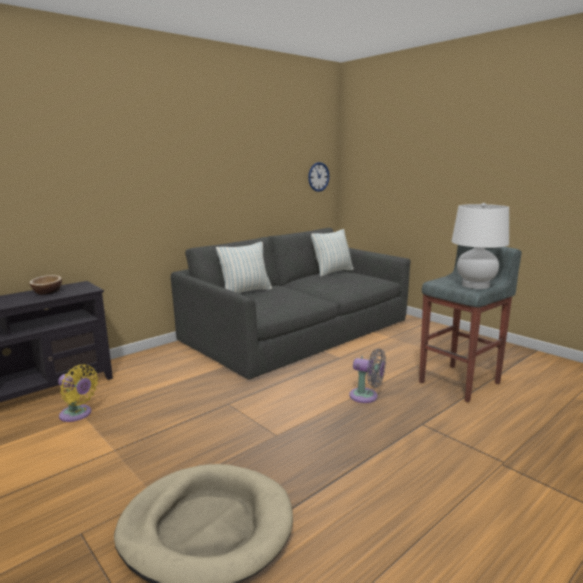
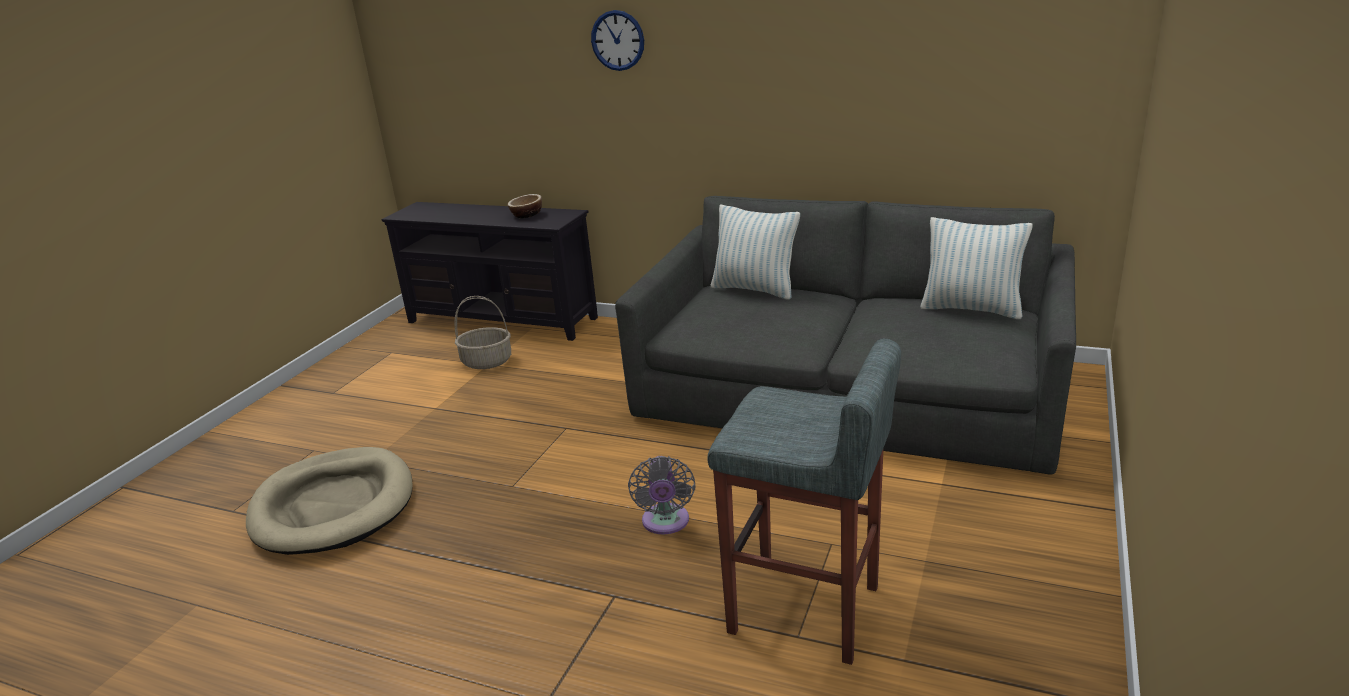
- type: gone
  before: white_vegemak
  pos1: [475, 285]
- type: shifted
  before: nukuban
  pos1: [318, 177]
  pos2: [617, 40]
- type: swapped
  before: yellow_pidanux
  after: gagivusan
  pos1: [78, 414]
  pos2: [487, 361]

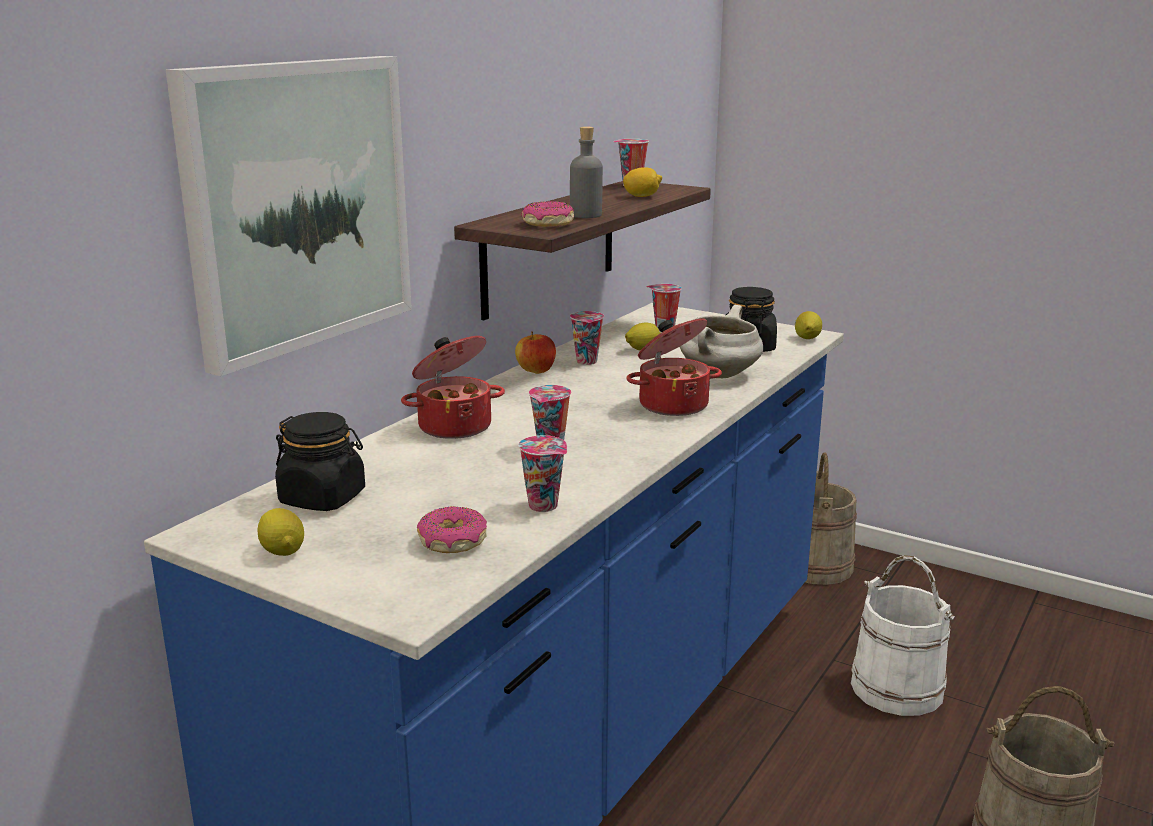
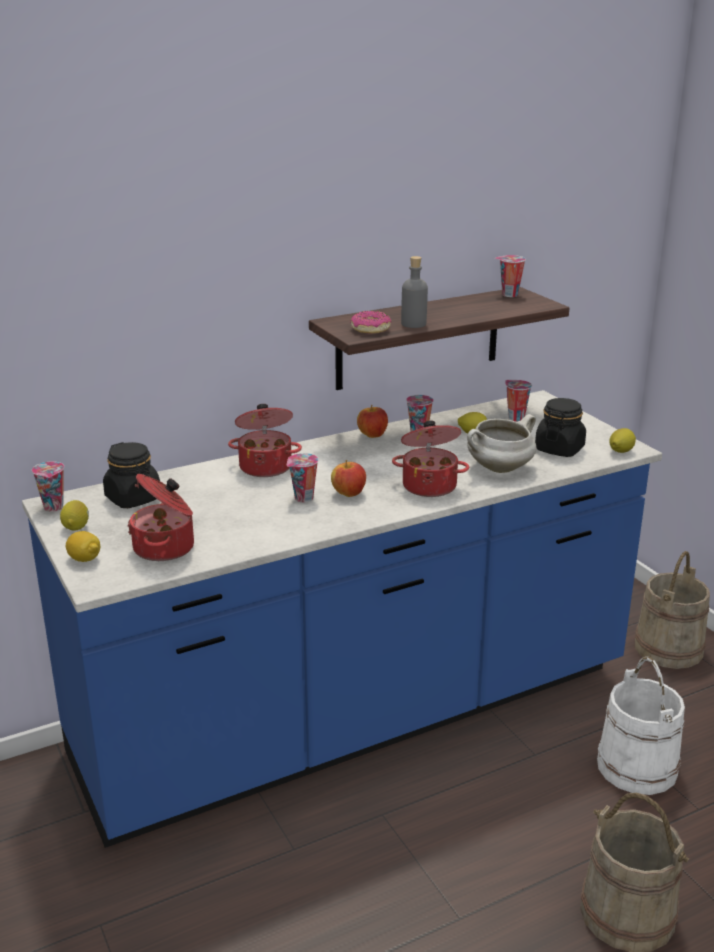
- type: gone
  before: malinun
  pos1: [298, 205]
- type: new
  after: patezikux
  pos2: [348, 493]
- type: shifted
  before: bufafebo
  pos1: [545, 506]
  pos2: [54, 508]
- type: shifted
  before: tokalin
  pos1: [642, 196]
  pos2: [84, 559]
- type: swapped
  before: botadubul
  after: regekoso
  pos1: [452, 542]
  pos2: [166, 548]

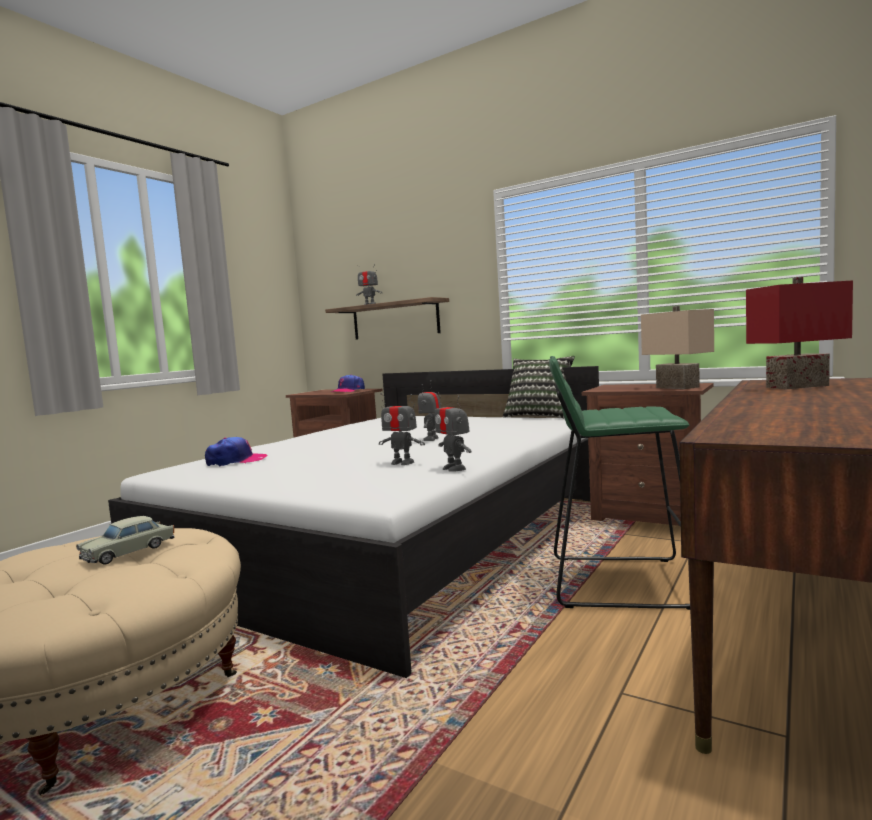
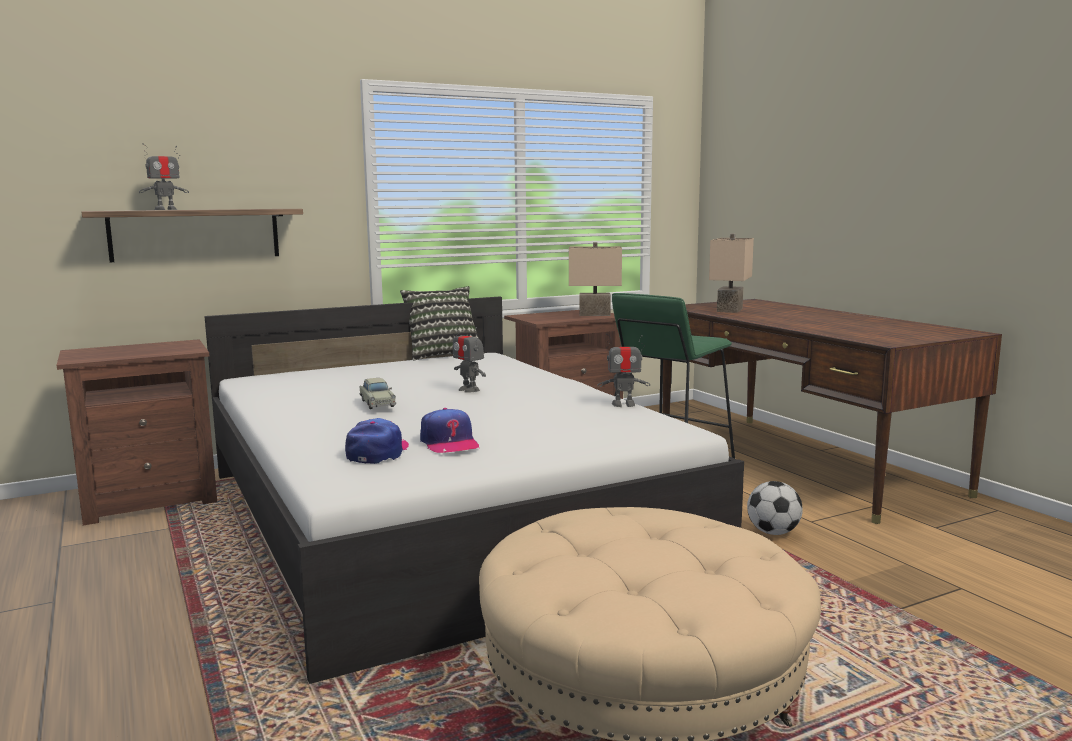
- type: gone
  before: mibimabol
  pos1: [402, 463]
- type: new
  after: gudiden
  pos2: [773, 533]
- type: shifted
  before: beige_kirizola
  pos1: [129, 552]
  pos2: [377, 403]
- type: shifted
  before: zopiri
  pos1: [348, 391]
  pos2: [449, 443]
- type: repainted
  before: red_vegemak
  after: beige_vegemak
  pos1: [798, 386]
  pos2: [731, 310]

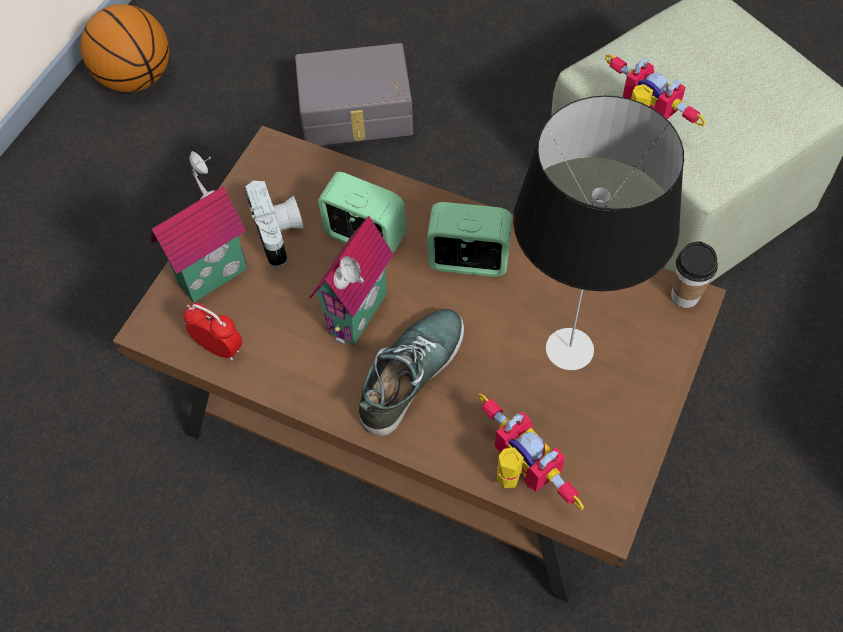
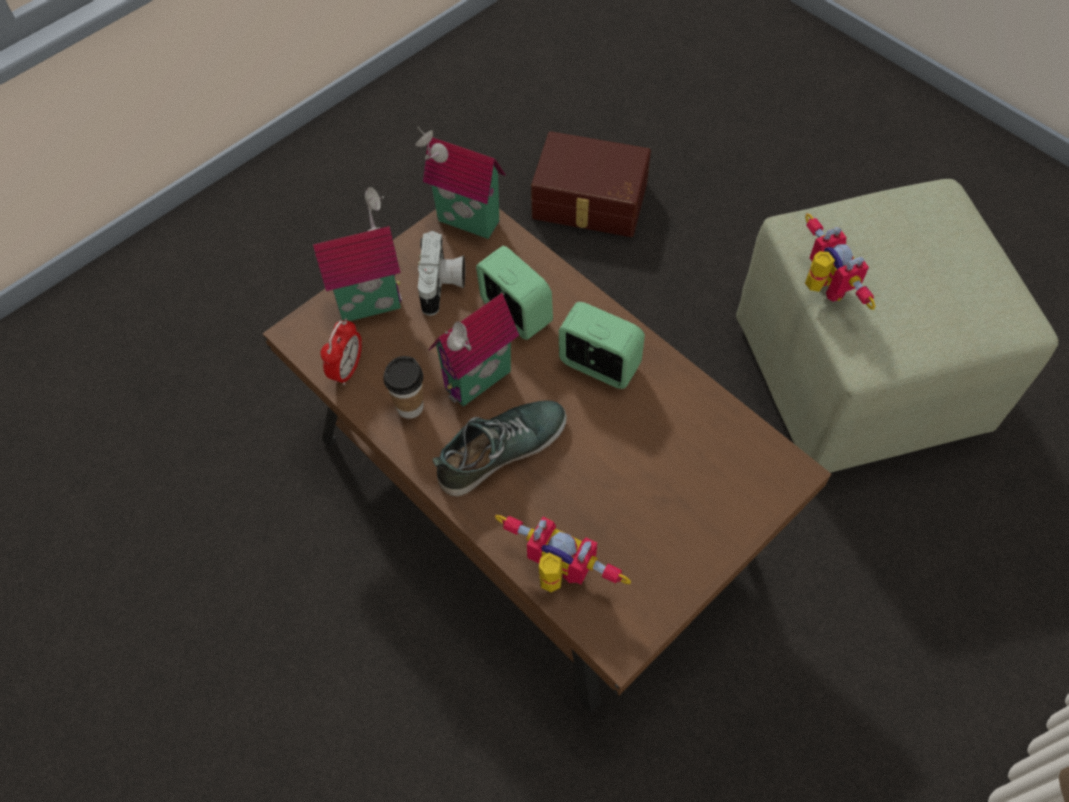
- type: gone
  before: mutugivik
  pos1: [136, 78]
- type: gone
  before: vegemak
  pos1: [567, 349]
- type: new
  after: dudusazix
  pos2: [466, 224]
- type: shifted
  before: bufafebo
  pos1: [684, 296]
  pos2: [410, 407]
- type: repainted
  before: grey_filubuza
  after: brown_filubuza
  pos1: [356, 114]
  pos2: [589, 202]
- type: rotated
  before: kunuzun
  pos1: [219, 348]
  pos2: [347, 369]
  turn: 60
- type: rotated
  before: mibimabol
  pos1: [519, 475]
  pos2: [557, 575]
  turn: -45

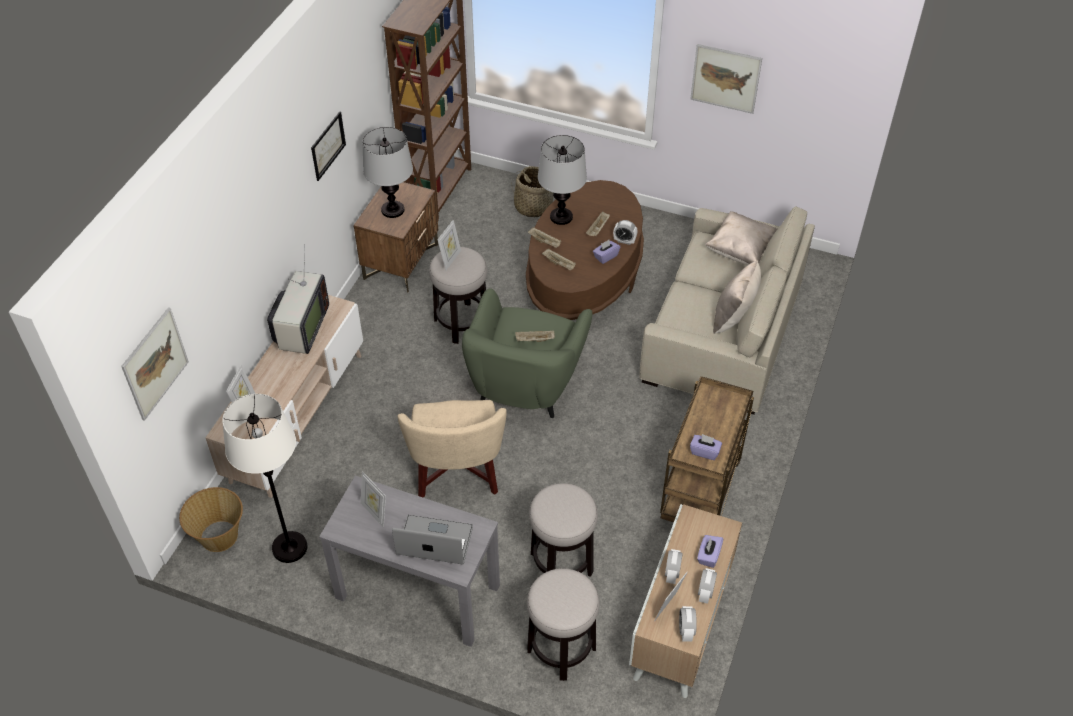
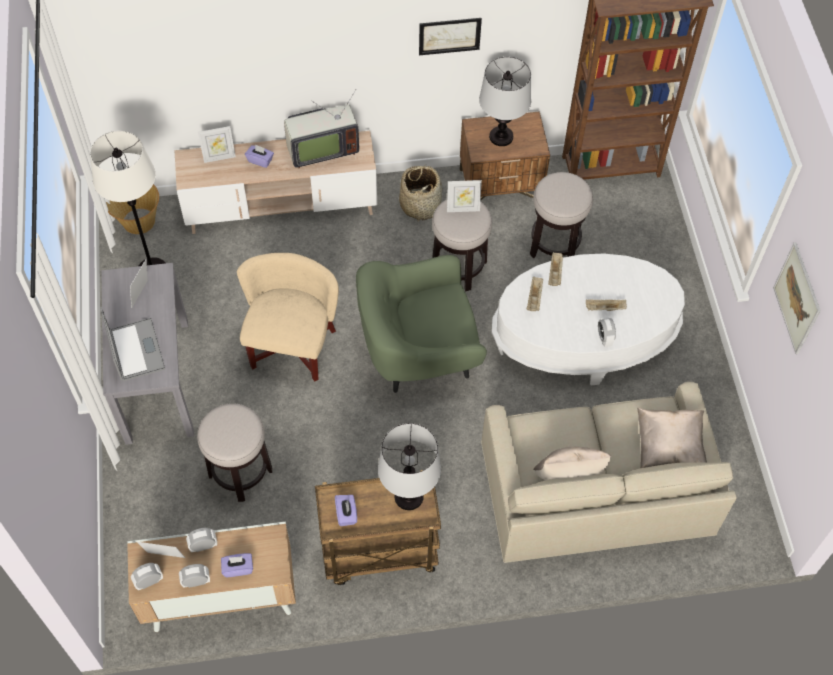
- type: gone
  before: malinun
  pos1: [155, 363]
- type: gone
  before: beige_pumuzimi
  pos1: [534, 340]
- type: shifted
  before: gagivusan
  pos1: [533, 206]
  pos2: [420, 205]
- type: shifted
  before: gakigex
  pos1: [561, 649]
  pos2: [554, 244]
- type: shifted
  before: vegemak
  pos1: [561, 217]
  pos2: [408, 496]
- type: shifted
  before: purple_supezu
  pos1: [605, 256]
  pos2: [260, 160]
- type: repainted
  before: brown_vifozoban
  after: white_vifozoban
  pos1: [584, 278]
  pos2: [583, 338]
- type: rotated
  before: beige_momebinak
  pos1: [457, 470]
  pos2: [292, 347]
  turn: 135

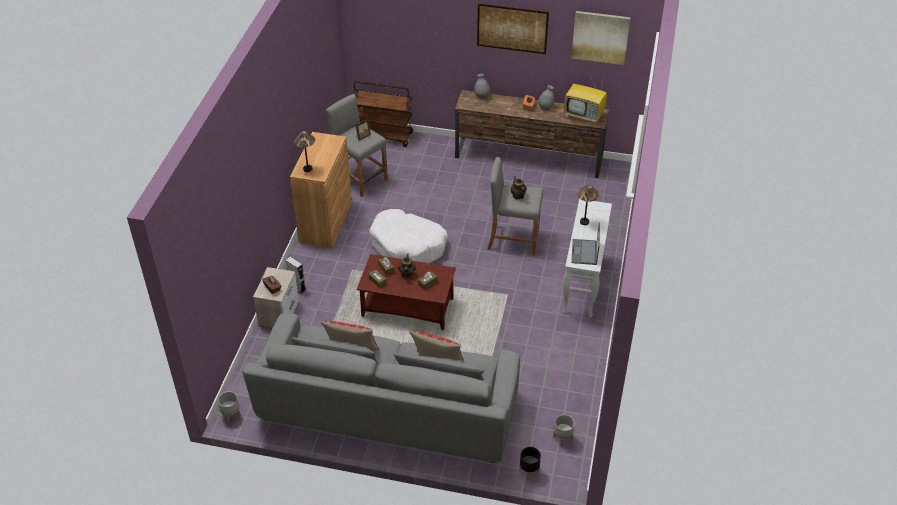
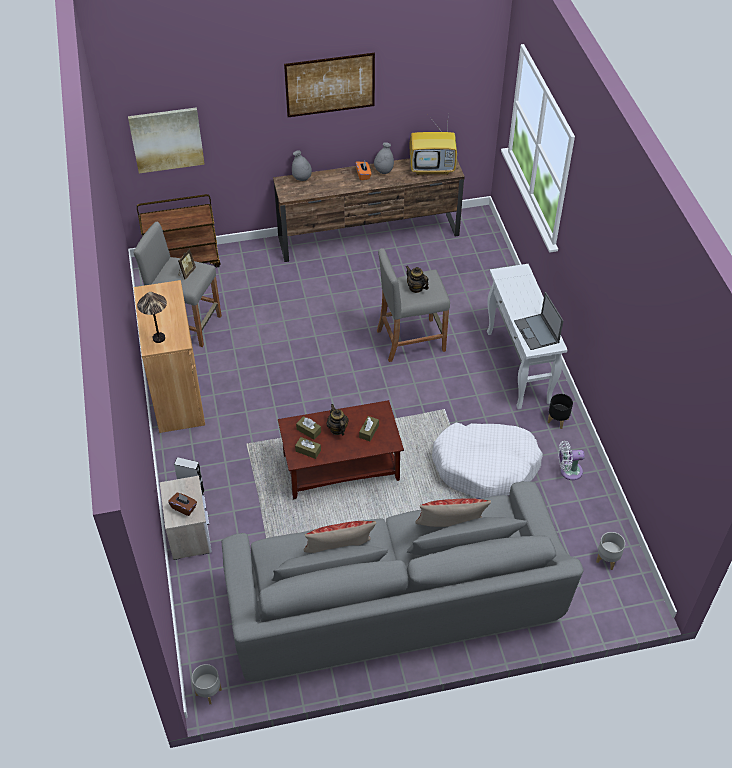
- type: gone
  before: vegemak
  pos1: [584, 222]
- type: new
  after: white_pidanux
  pos2: [568, 471]
- type: shifted
  before: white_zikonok
  pos1: [408, 245]
  pos2: [486, 466]
- type: shifted
  before: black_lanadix
  pos1: [528, 471]
  pos2: [557, 421]
- type: shifted
  before: malinun
  pos1: [600, 37]
  pos2: [167, 139]

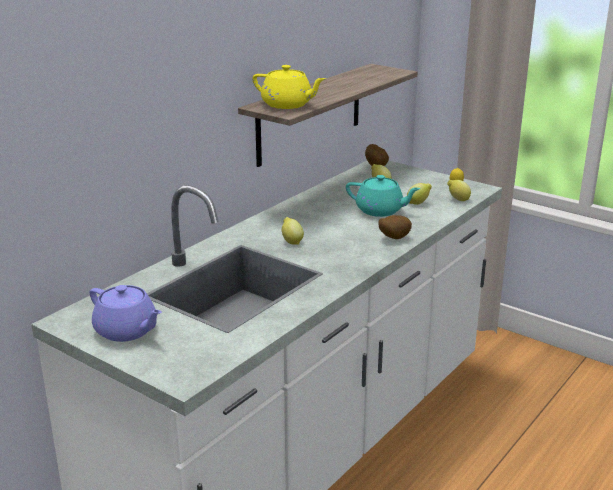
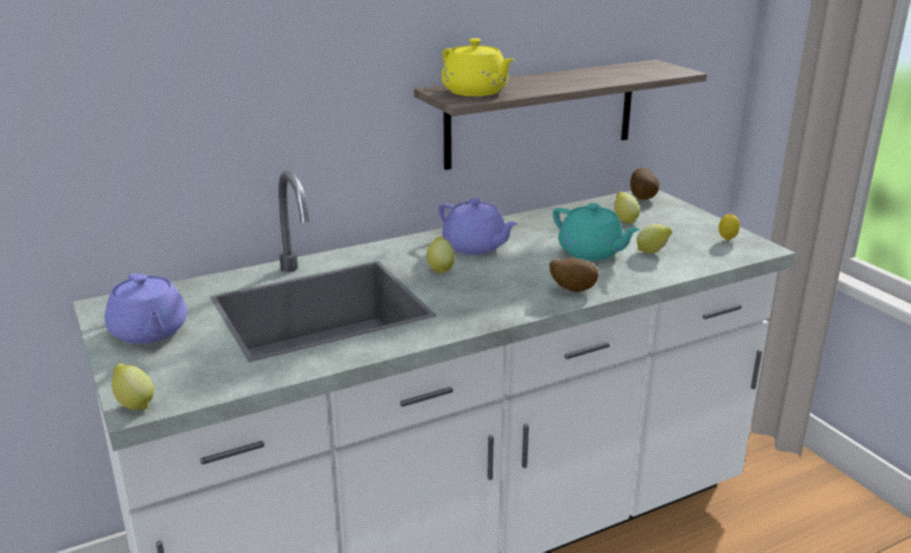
- type: new
  after: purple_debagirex
  pos2: [475, 247]
- type: shifted
  before: tokalin
  pos1: [458, 200]
  pos2: [134, 404]

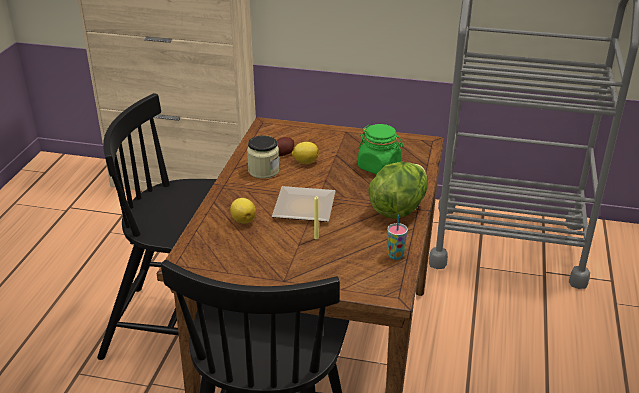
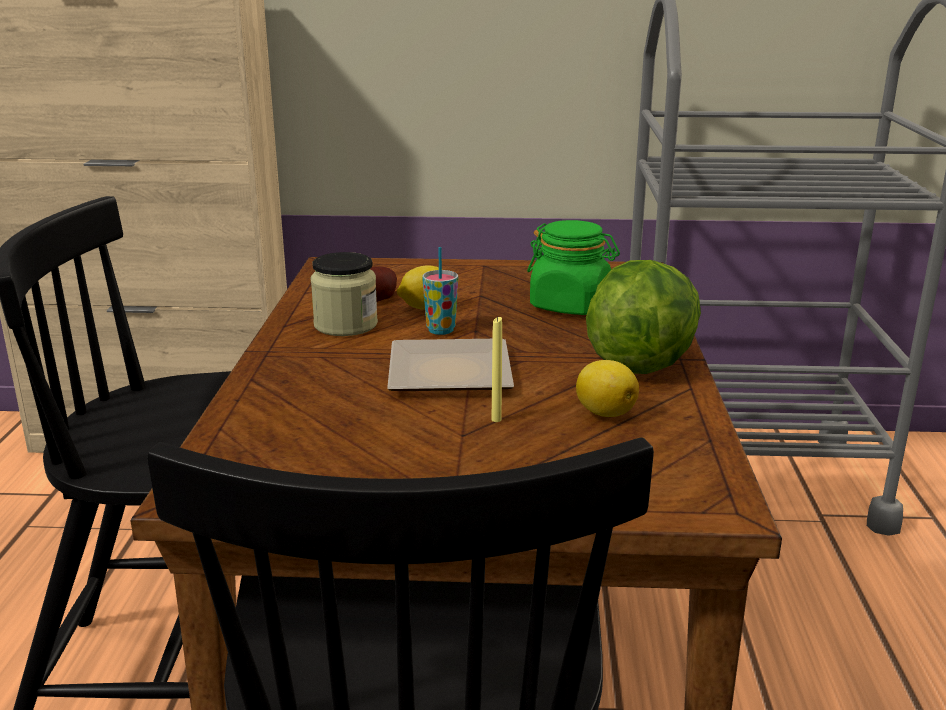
- type: shifted
  before: tokalin
  pos1: [243, 220]
  pos2: [604, 412]
- type: shifted
  before: bufafebo
  pos1: [395, 255]
  pos2: [441, 330]

